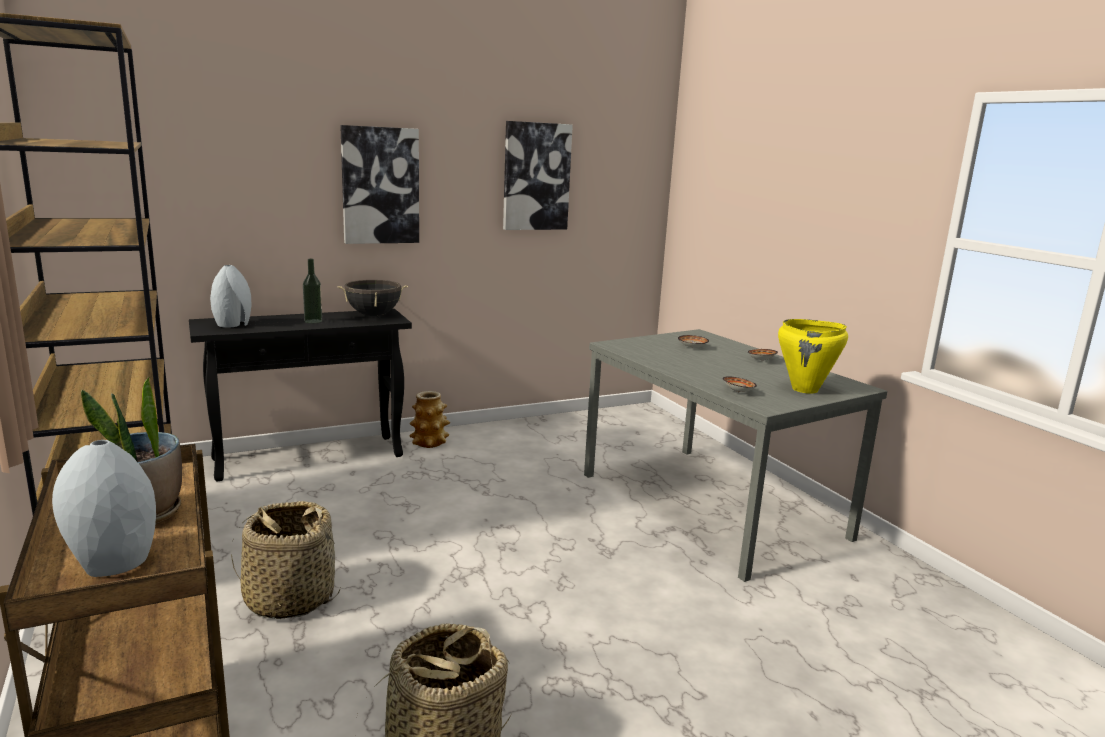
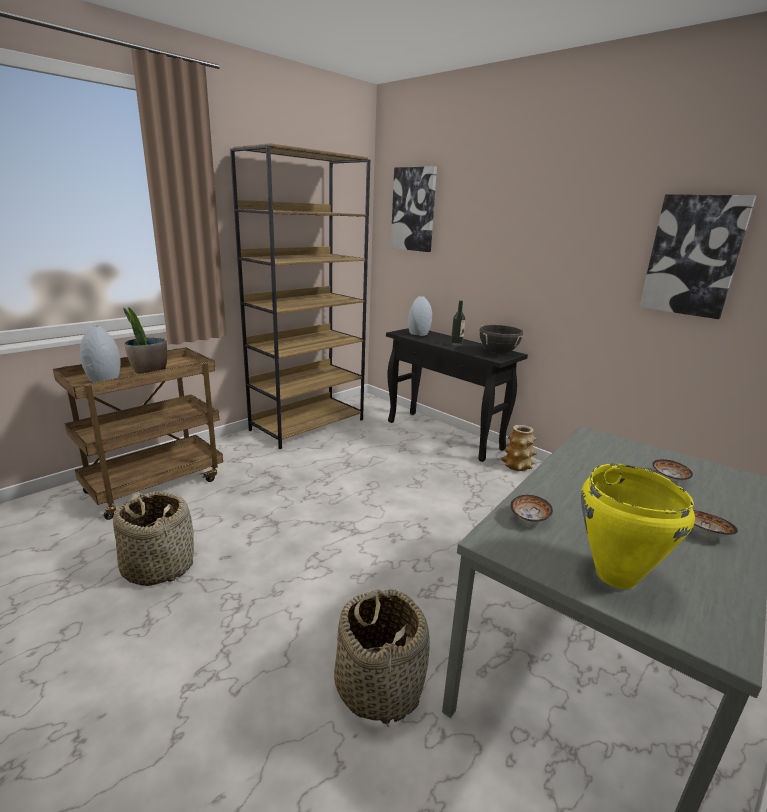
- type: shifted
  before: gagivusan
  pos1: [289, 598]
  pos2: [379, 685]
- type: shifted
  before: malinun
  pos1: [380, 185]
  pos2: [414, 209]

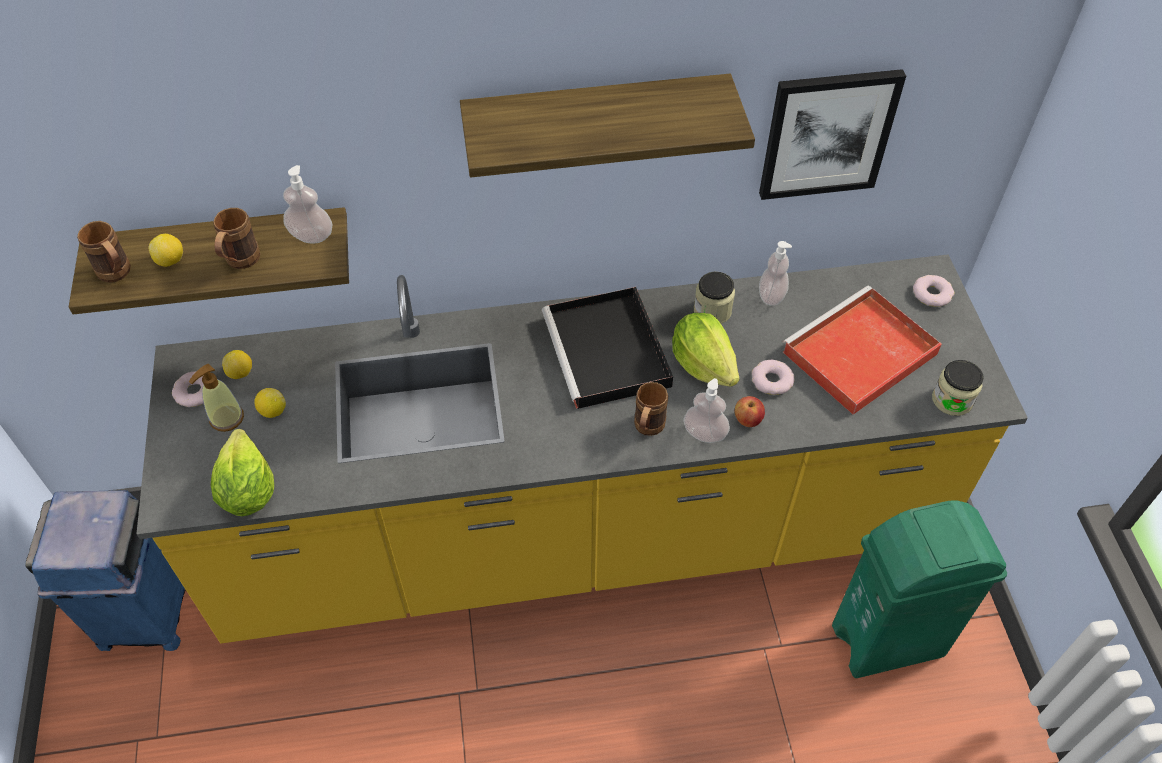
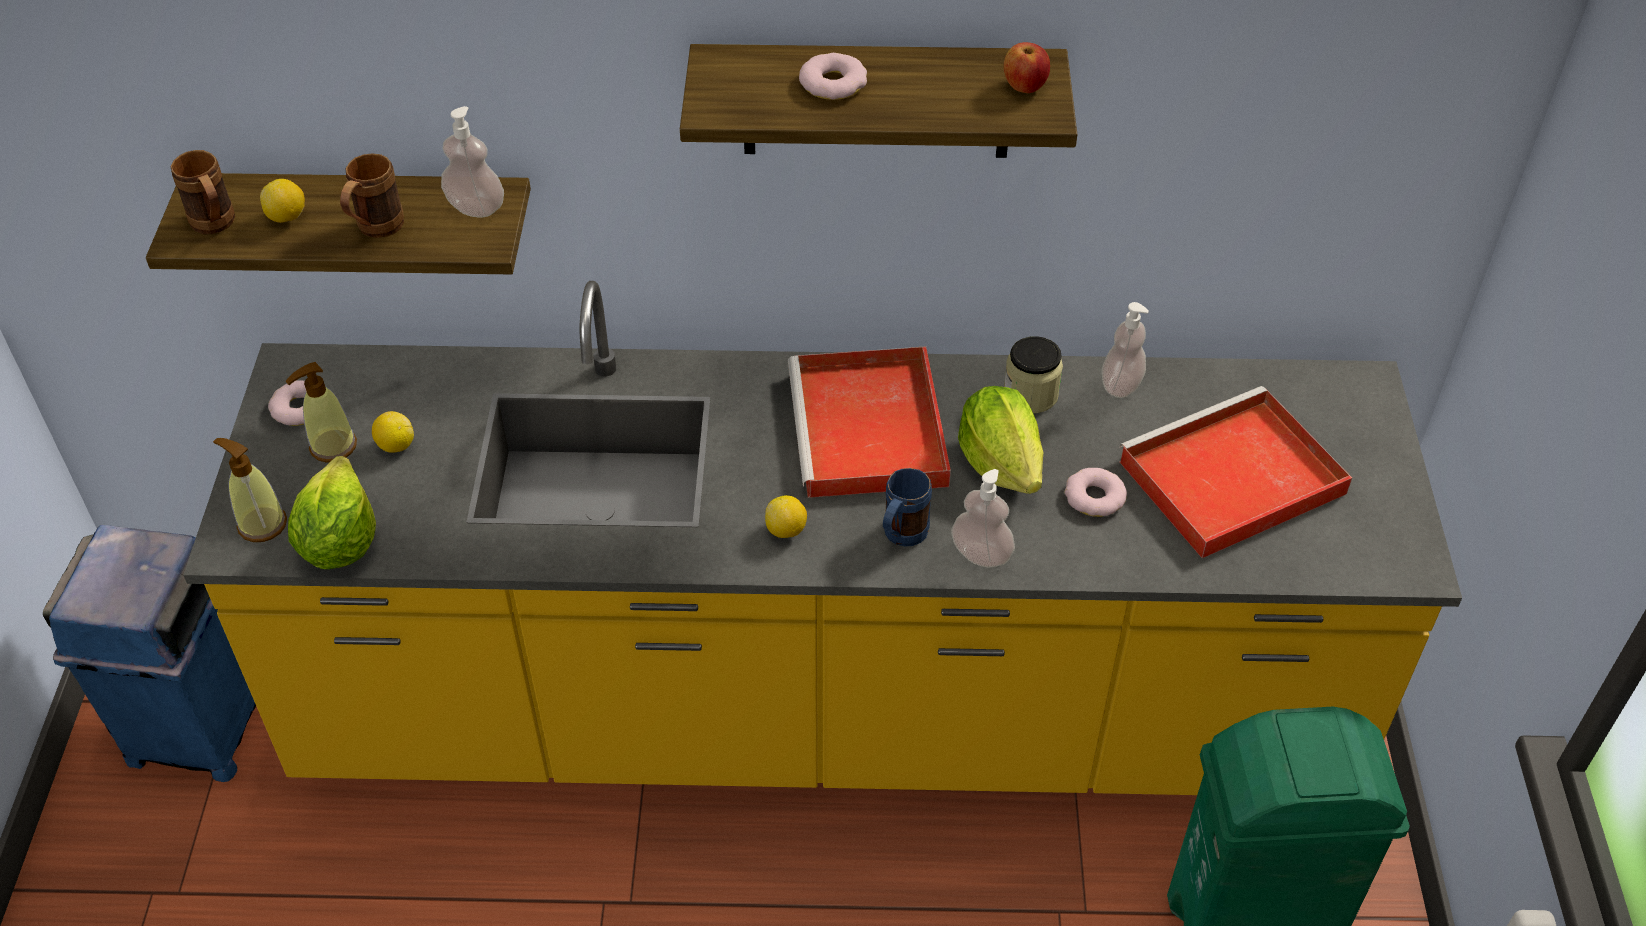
- type: gone
  before: malinun
  pos1: [827, 134]
- type: gone
  before: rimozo
  pos1: [952, 400]
- type: new
  after: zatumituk
  pos2: [262, 524]
- type: shifted
  before: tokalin
  pos1: [240, 373]
  pos2: [786, 530]
- type: shifted
  before: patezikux
  pos1: [747, 420]
  pos2: [1024, 87]
- type: shifted
  before: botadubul
  pos1: [932, 294]
  pos2: [833, 83]
- type: repainted
  before: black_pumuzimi
  after: red_pumuzimi
  pos1: [608, 353]
  pos2: [870, 431]
- type: repainted
  before: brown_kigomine
  after: blue_kigomine
  pos1: [647, 429]
  pos2: [900, 538]

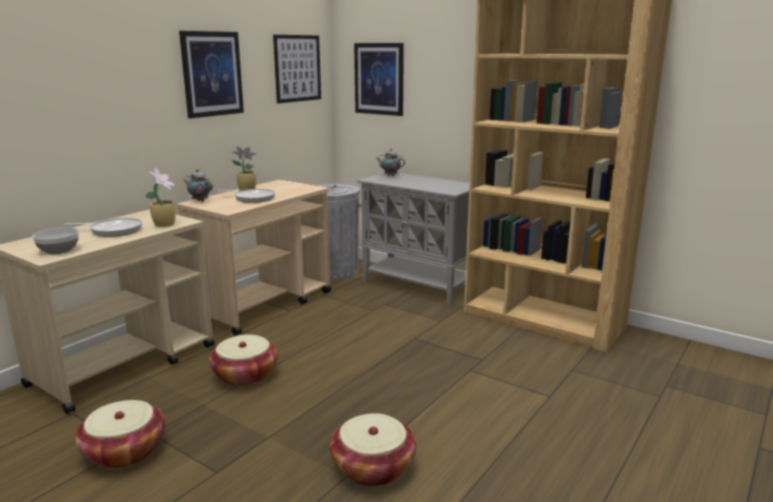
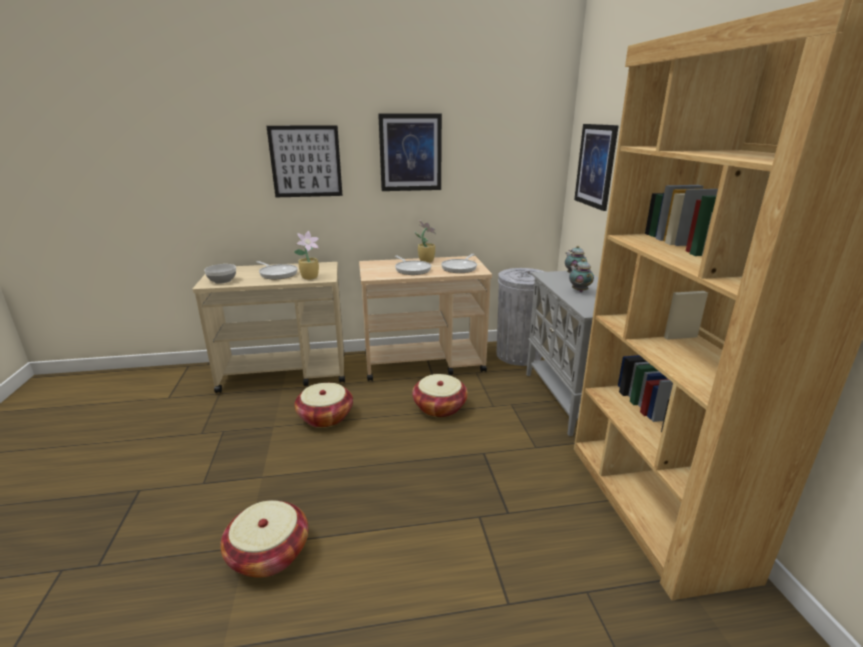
- type: new
  after: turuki
  pos2: [460, 268]
- type: shifted
  before: gagivusan
  pos1: [124, 451]
  pos2: [439, 407]
- type: shifted
  before: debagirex
  pos1: [199, 201]
  pos2: [579, 290]
- type: shifted
  before: malinun
  pos1: [297, 68]
  pos2: [306, 161]

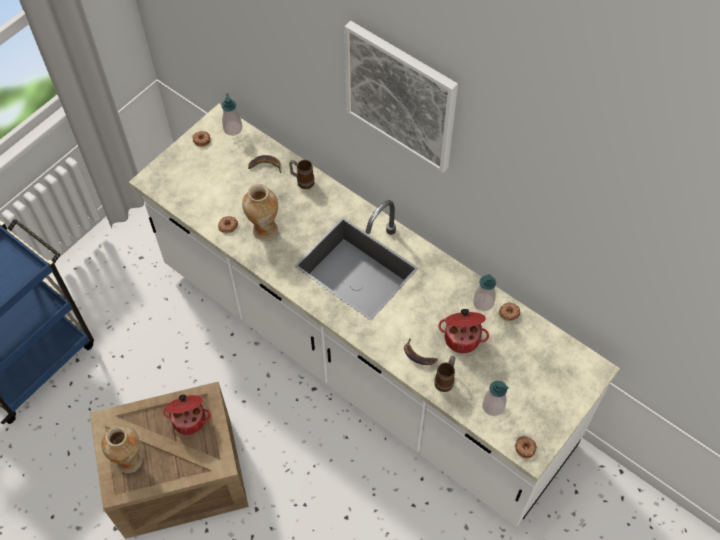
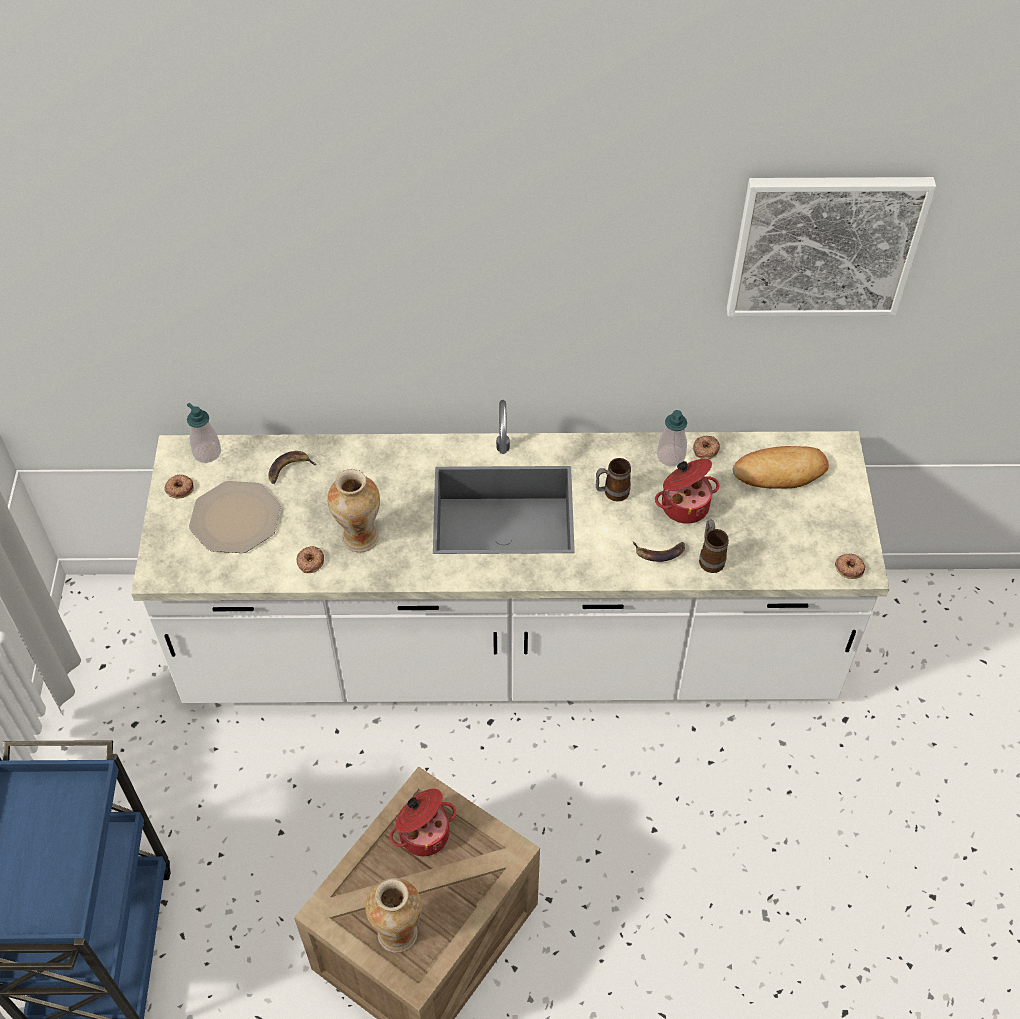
- type: gone
  before: zatumituk
  pos1: [493, 406]
- type: new
  after: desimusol
  pos2: [236, 518]
- type: new
  after: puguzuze
  pos2: [780, 471]
- type: shifted
  before: kigomine
  pos1: [302, 181]
  pos2: [611, 493]
- type: shifted
  before: malinun
  pos1: [401, 96]
  pos2: [825, 245]

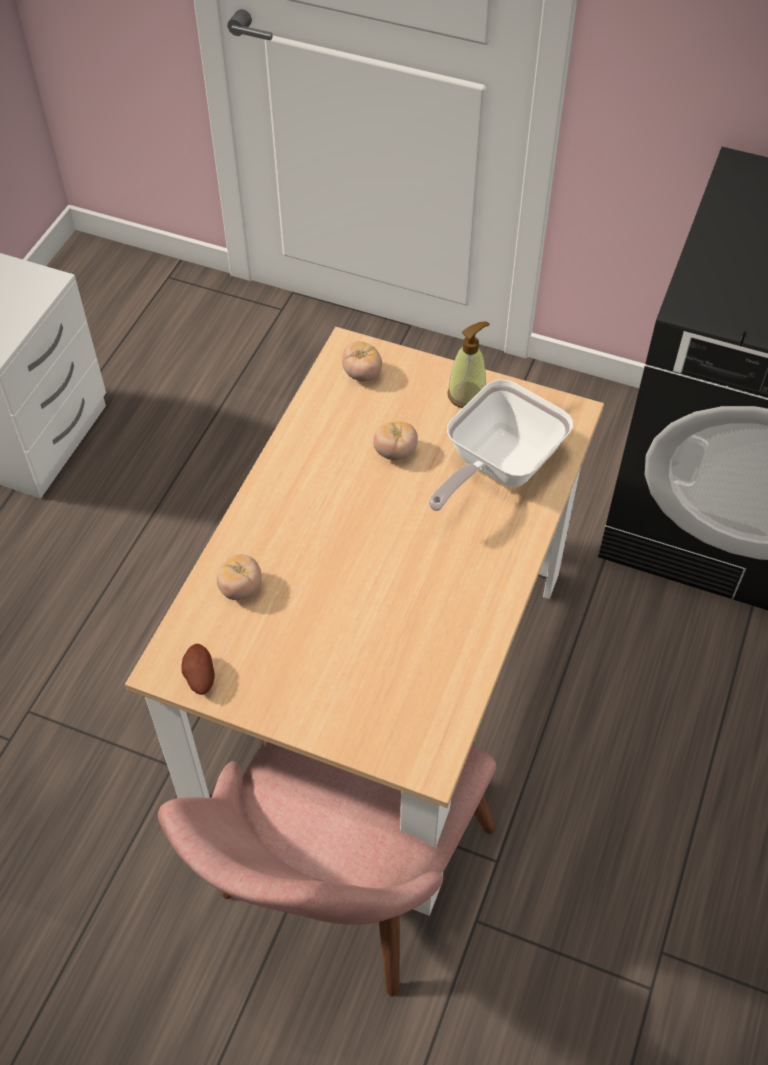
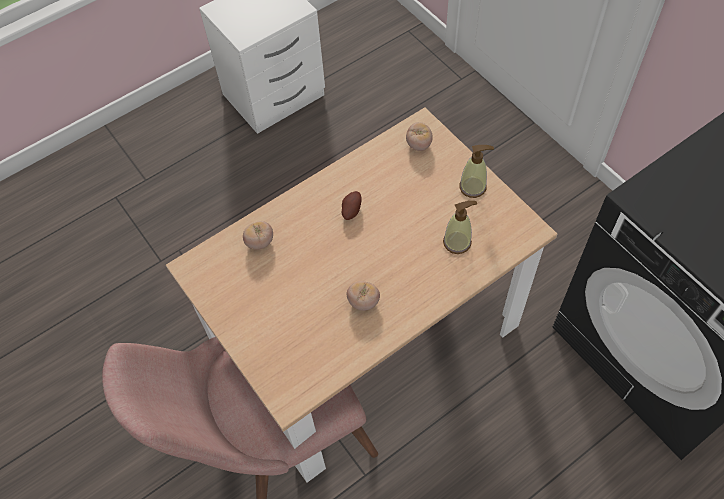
- type: shifted
  before: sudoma
  pos1: [199, 677]
  pos2: [351, 210]
- type: shifted
  before: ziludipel
  pos1: [395, 452]
  pos2: [363, 302]
- type: swapped
  before: turuki
  after: zatumituk
  pos1: [496, 467]
  pos2: [457, 242]

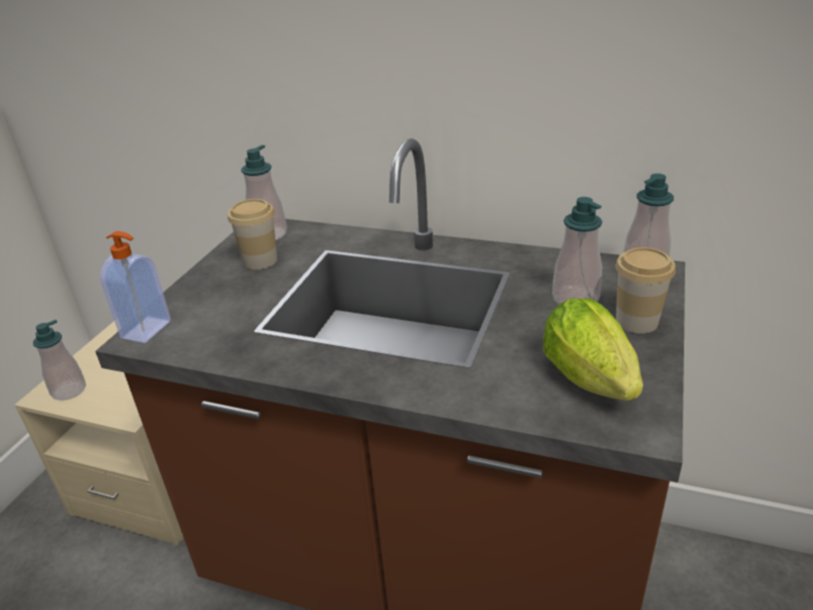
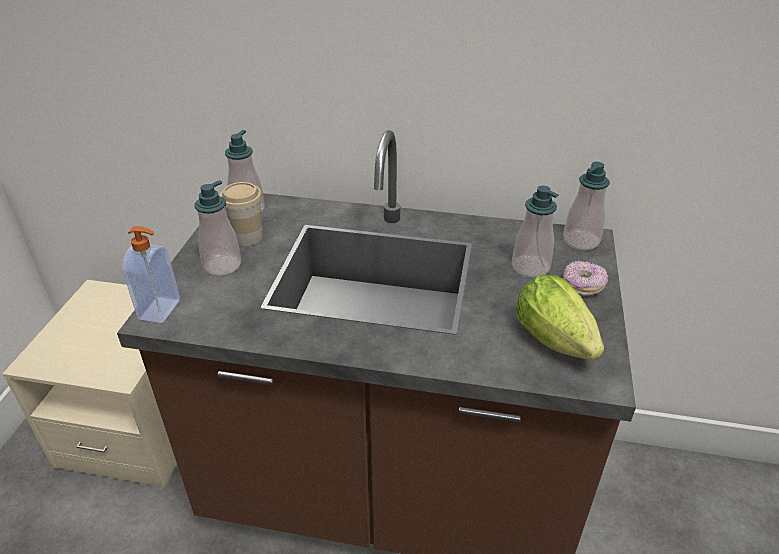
- type: shifted
  before: zatumituk
  pos1: [69, 390]
  pos2: [222, 265]
- type: swapped
  before: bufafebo
  after: botadubul
  pos1: [636, 321]
  pos2: [583, 286]

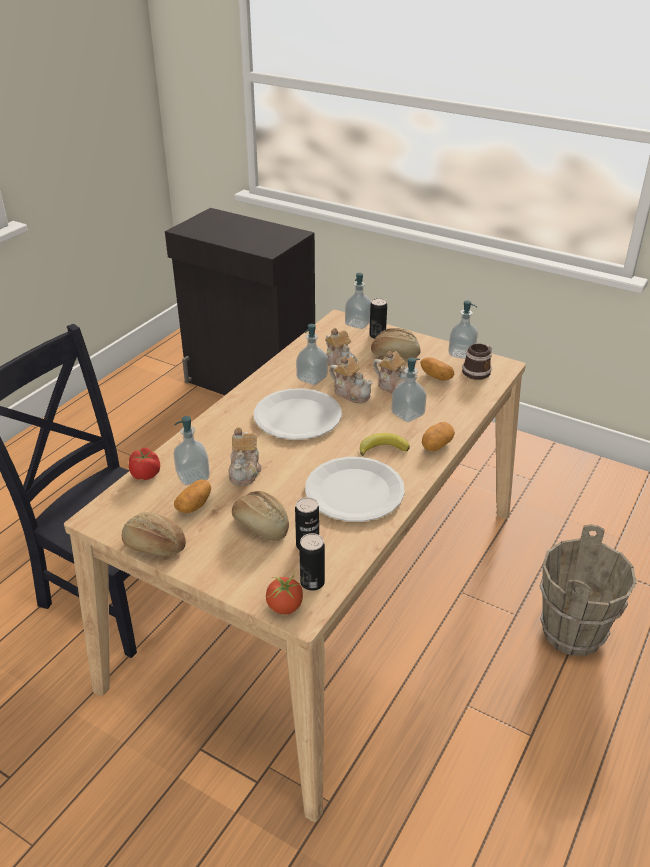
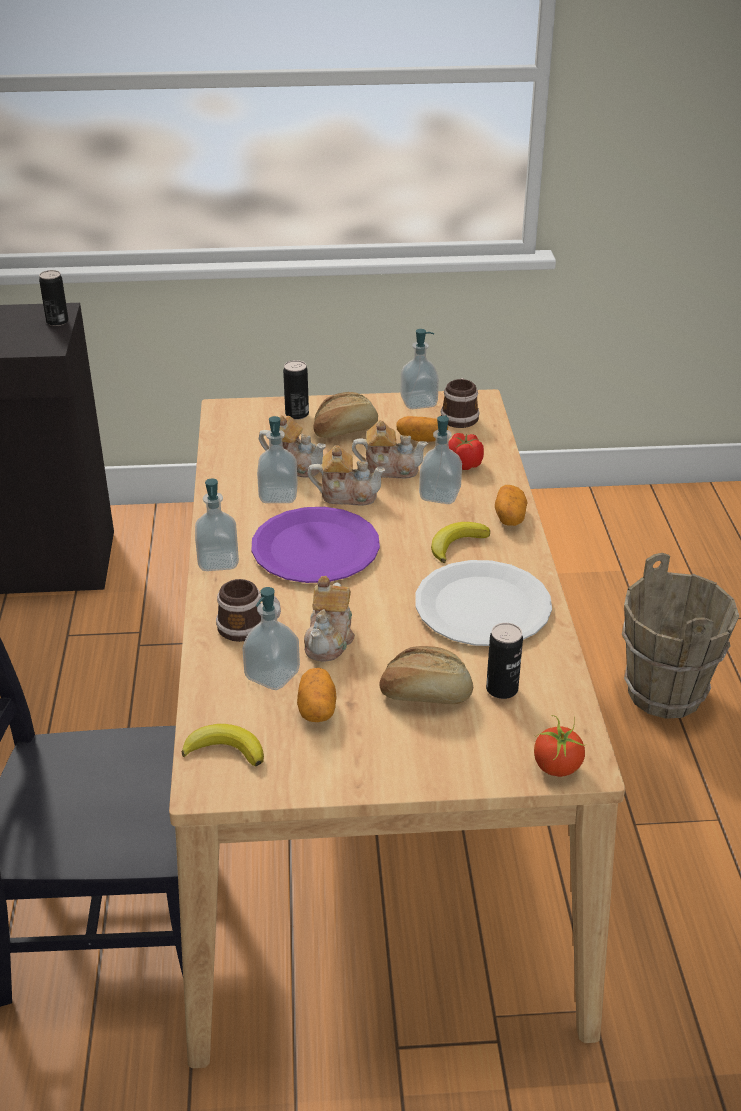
- type: gone
  before: puguzuze
  pos1: [154, 546]
- type: new
  after: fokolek
  pos2: [225, 750]
- type: new
  after: kigomine
  pos2: [249, 627]
- type: shifted
  before: ziludipel
  pos1: [145, 474]
  pos2: [464, 464]
- type: shifted
  before: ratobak
  pos1: [312, 582]
  pos2: [57, 322]
- type: shifted
  before: zatumituk
  pos1: [358, 323]
  pos2: [218, 561]
- type: repainted
  before: white_desimusol
  after: purple_desimusol
  pos1: [298, 416]
  pos2: [316, 548]
- type: rotated
  before: debagirex
  pos1: [245, 471]
  pos2: [330, 640]
  turn: 45

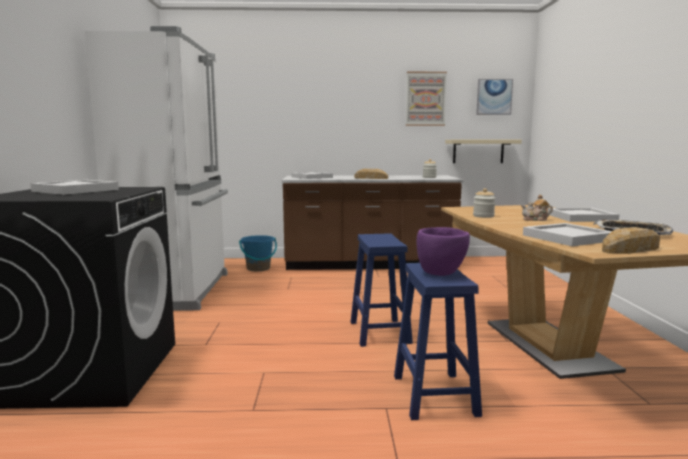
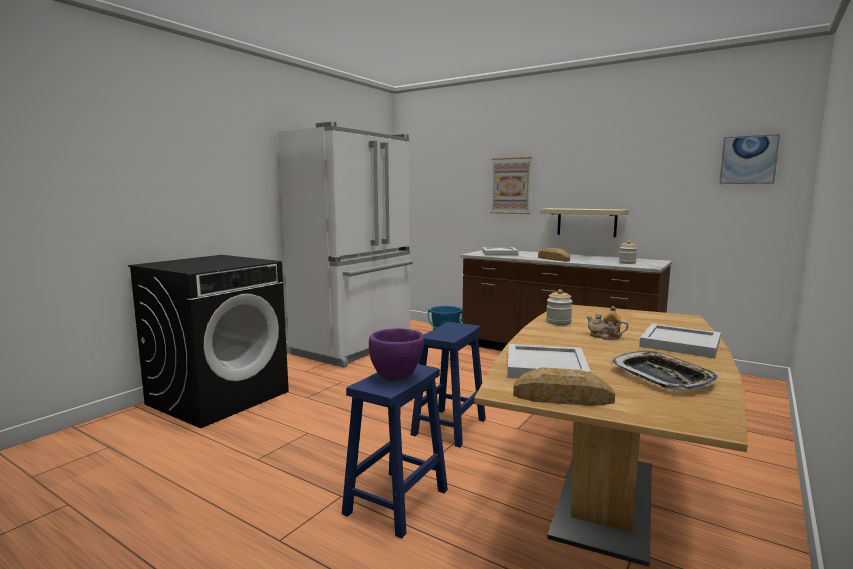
- type: gone
  before: white_pumuzimi
  pos1: [77, 190]
- type: shifted
  before: malinun
  pos1: [425, 99]
  pos2: [511, 186]
- type: shifted
  before: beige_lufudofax
  pos1: [478, 151]
  pos2: [586, 222]

